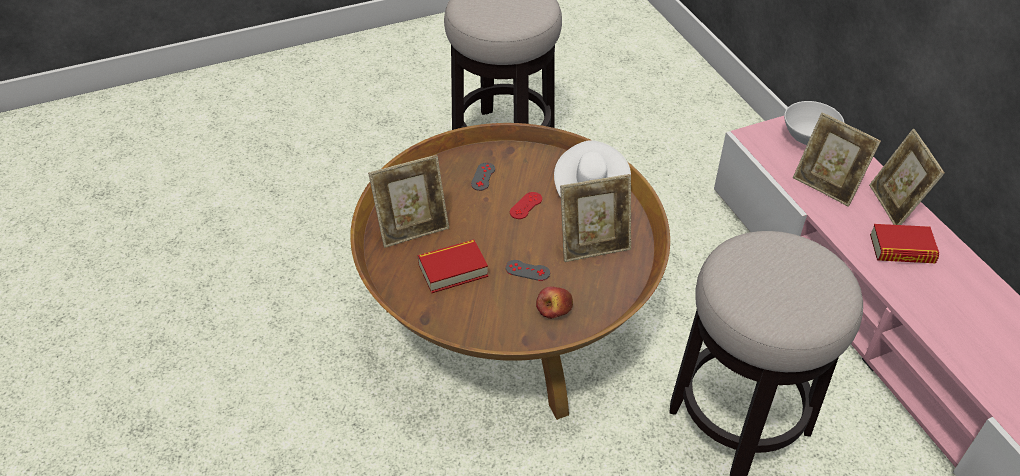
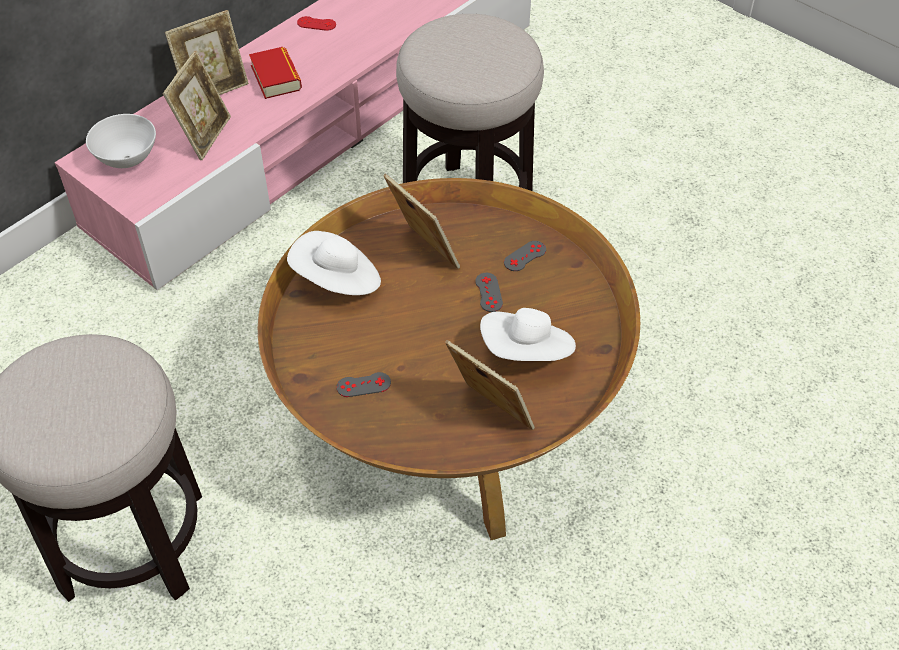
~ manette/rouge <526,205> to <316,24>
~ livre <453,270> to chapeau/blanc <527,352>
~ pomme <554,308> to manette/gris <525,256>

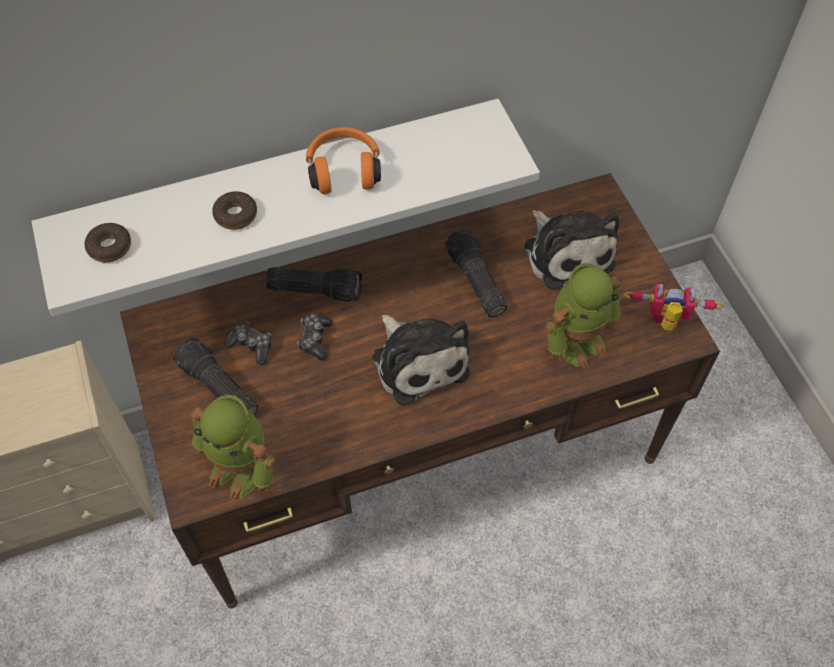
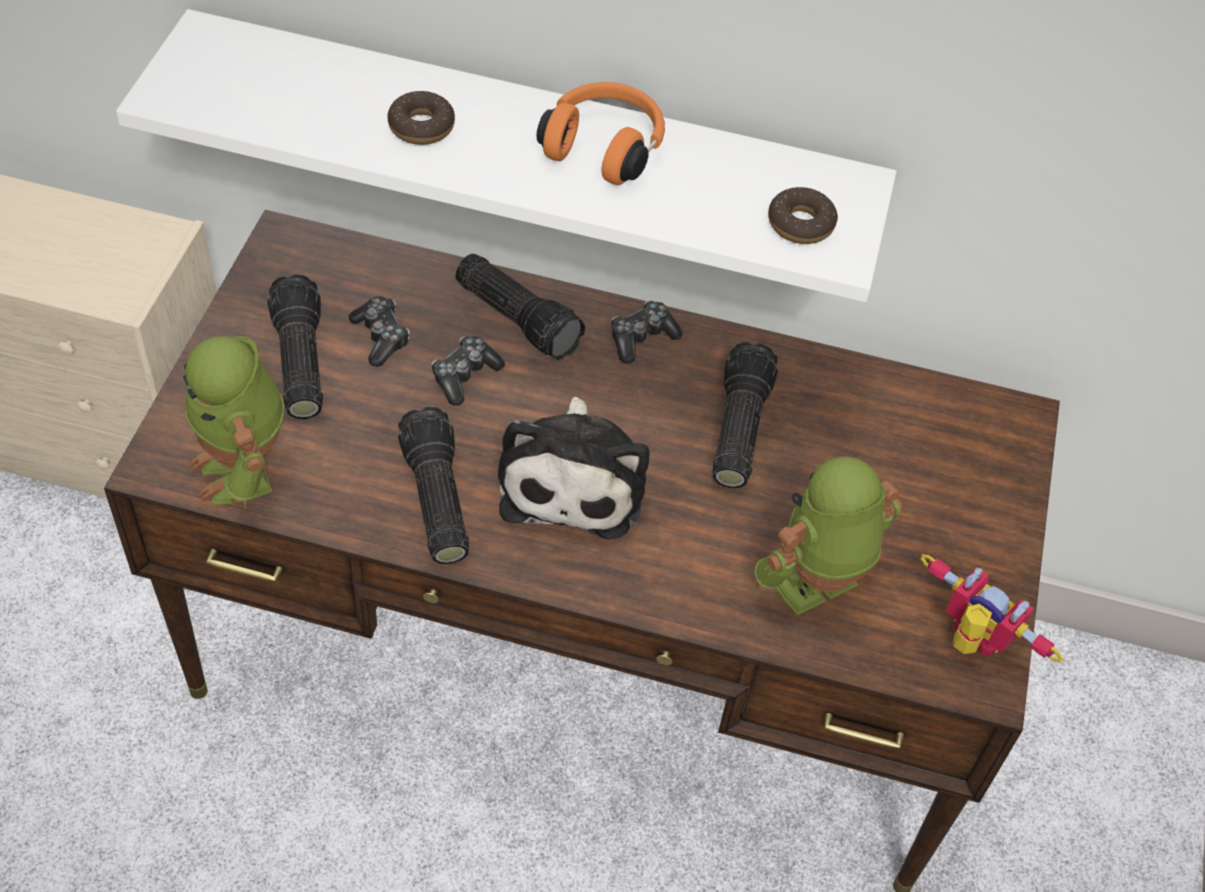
+ lampe de poche <433,499>
+ manette <642,338>
~ robot jouet <576,340> = <815,586> 150 degrees clockwise
~ beignet <110,247> to <800,224>
- peluche <566,252>

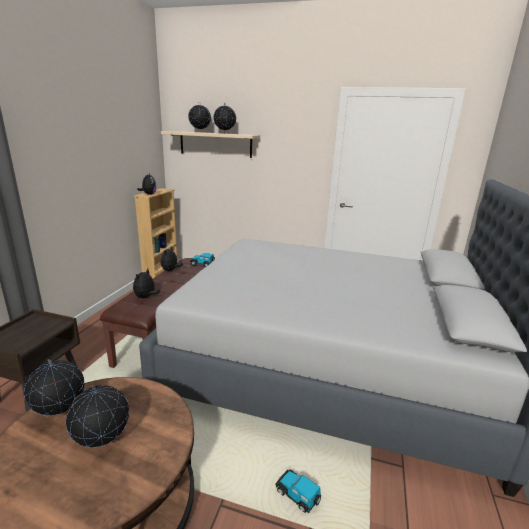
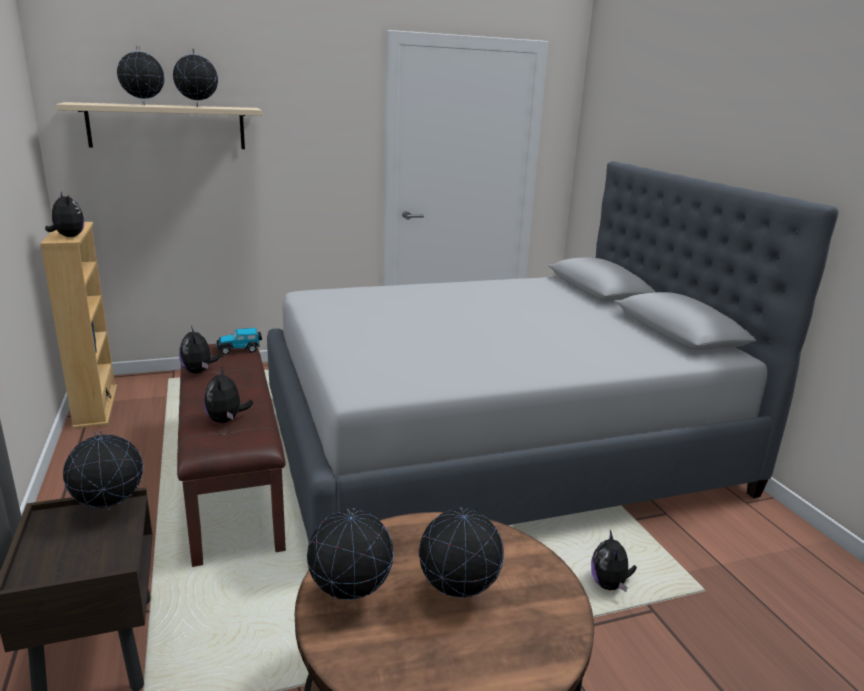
+ globe <110,509>
~ petite voiture <298,495> to peluche <609,585>

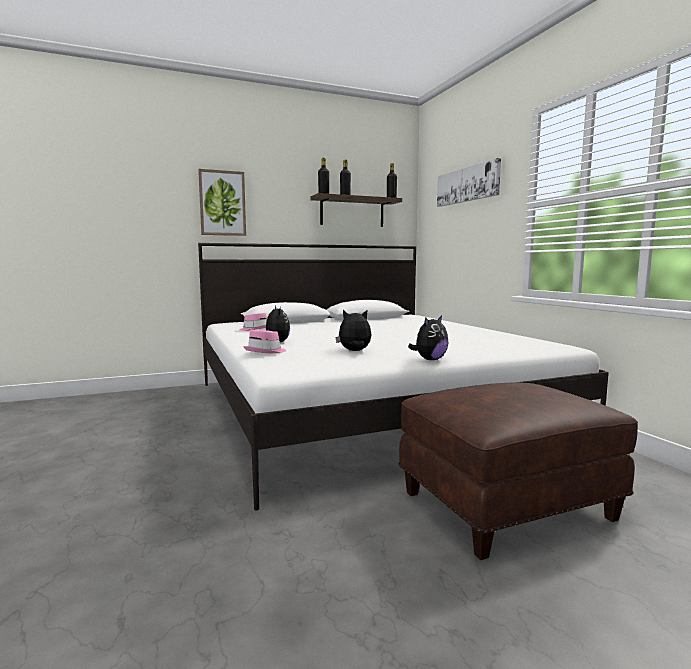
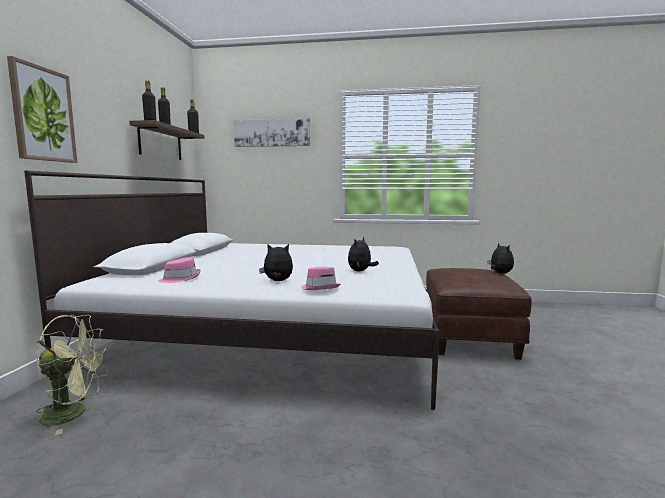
+ ventilateur/vert <74,413>
~ peluche <429,359> to <500,273>

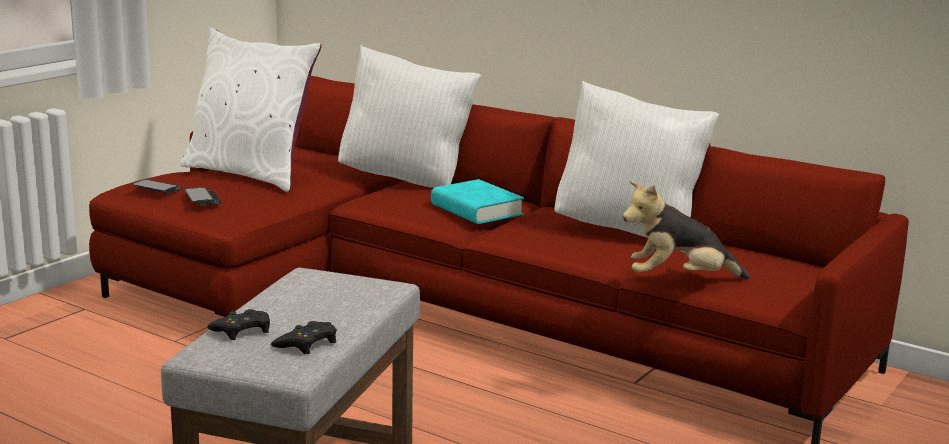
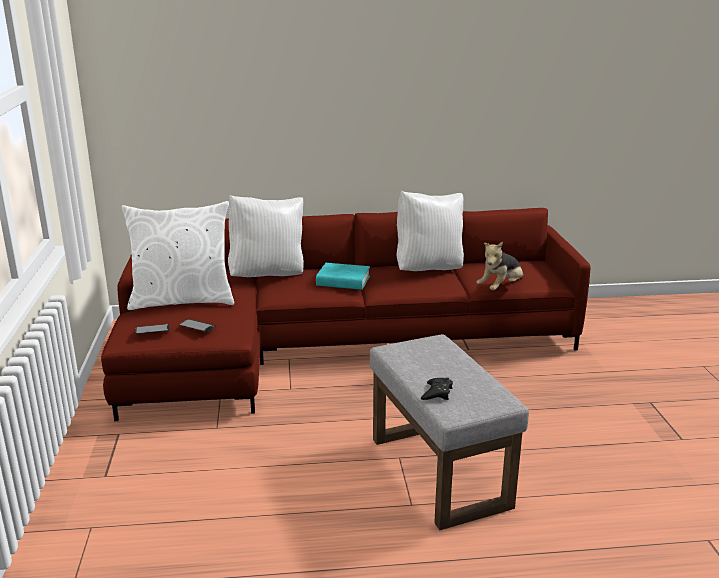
- manette/noir <307,344>

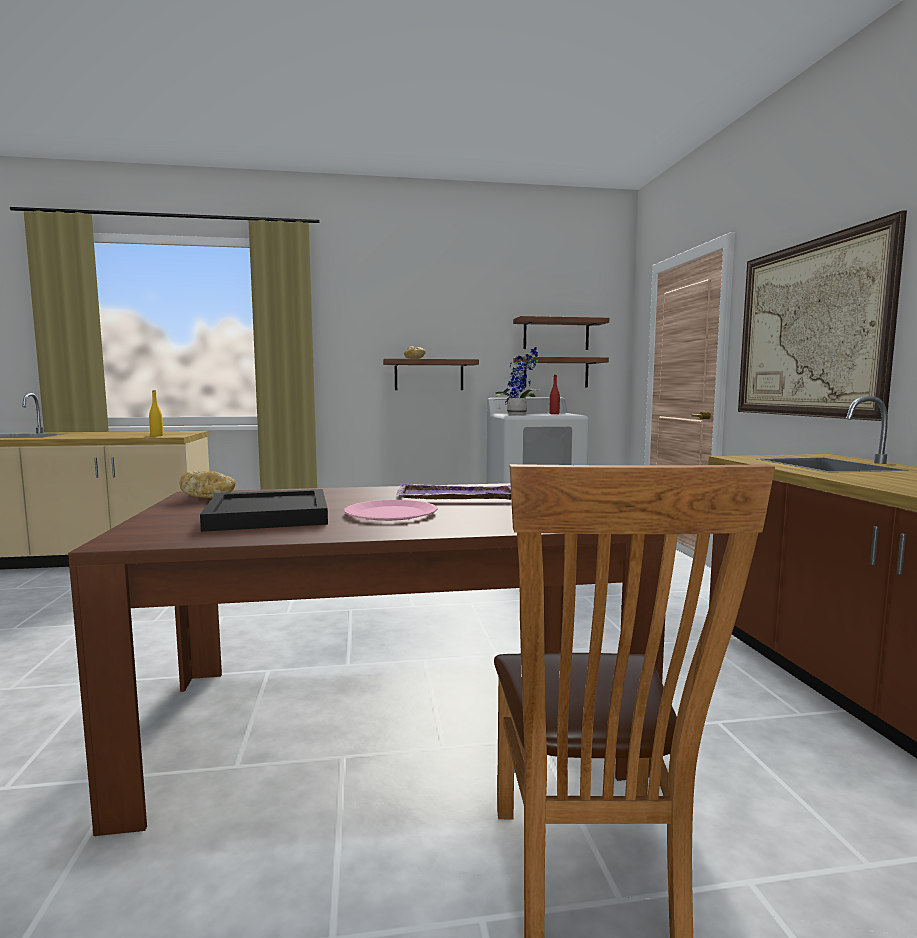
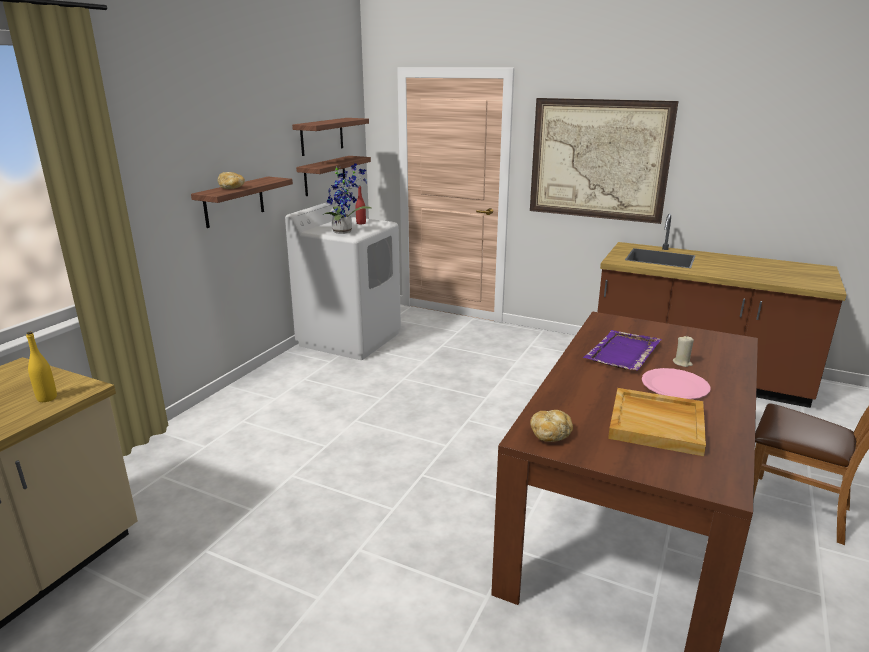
~ plateau/noir <269,515> to plateau/beige <657,424>
+ bougie/beige <682,363>

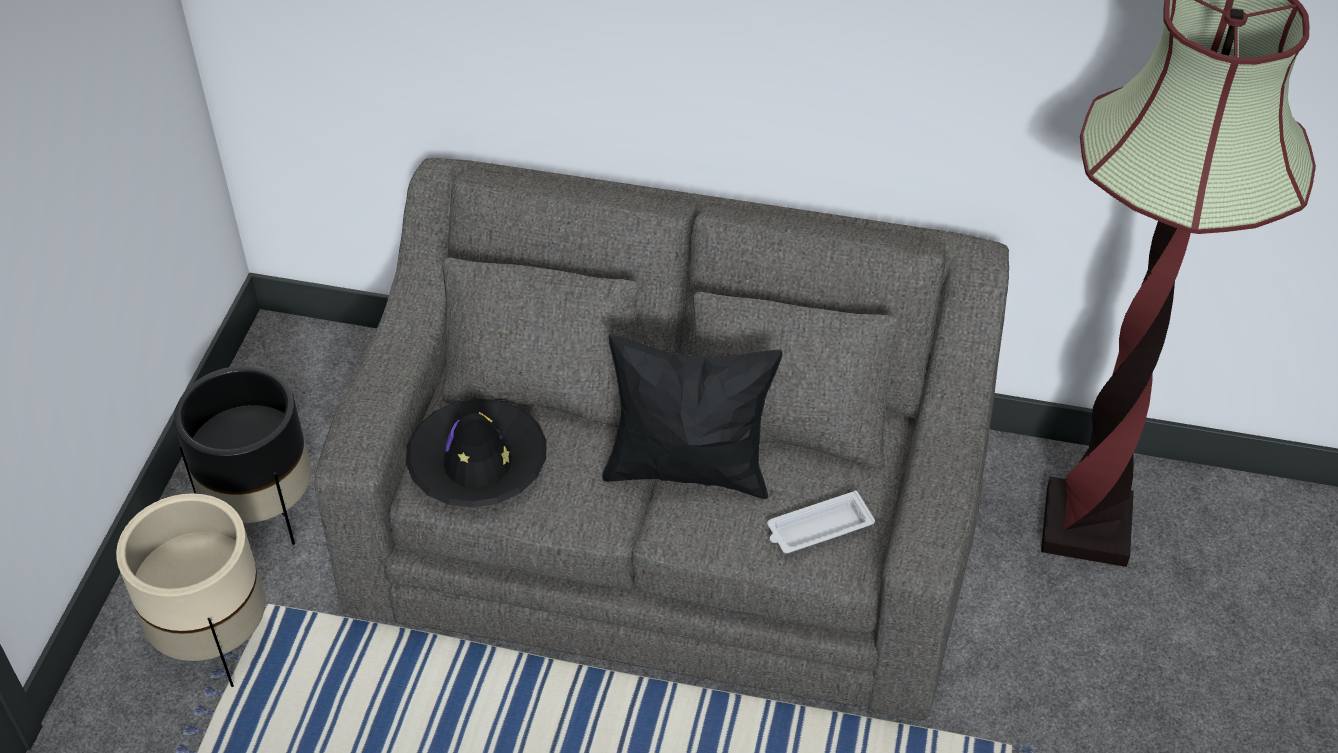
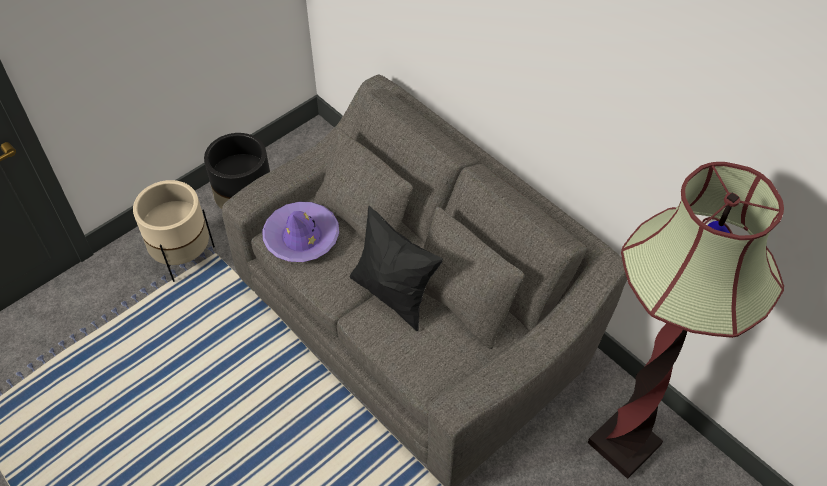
~ chapeau/noir <477,464> to chapeau/violet <301,237>
- plateau/blanc <818,528>

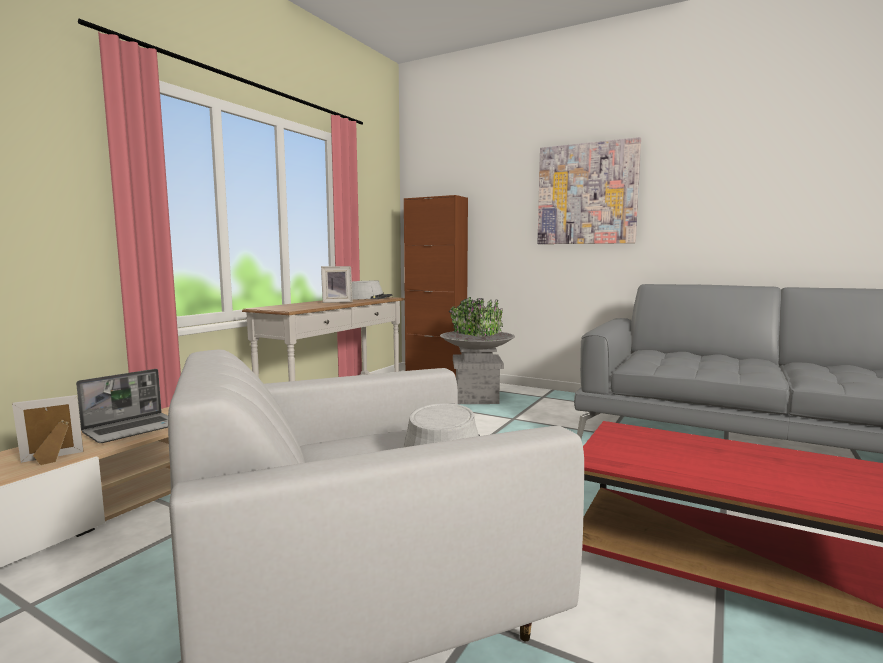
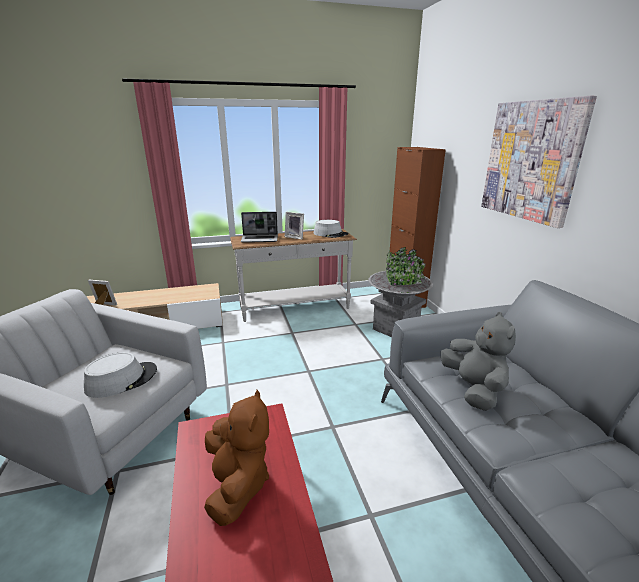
+ peluche/marron <237,485>
~ ordinateur portable <133,429> to <260,239>
+ peluche/gris <473,389>

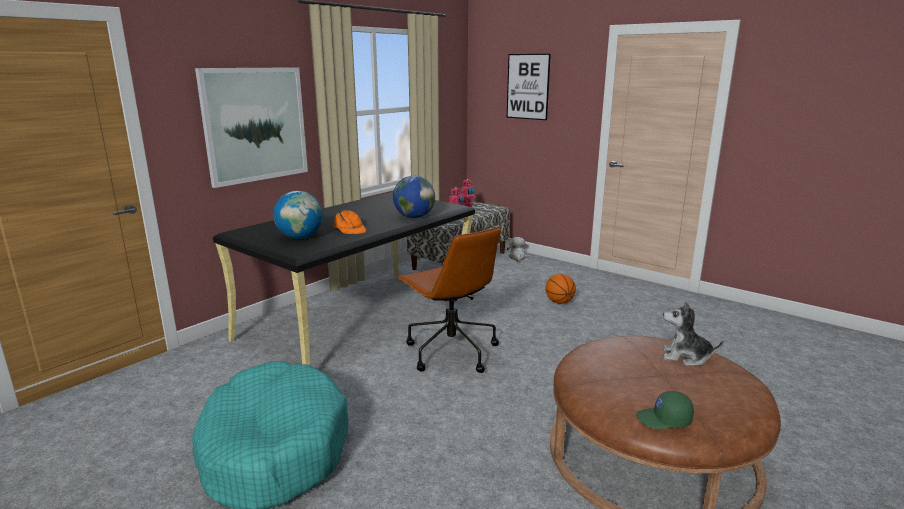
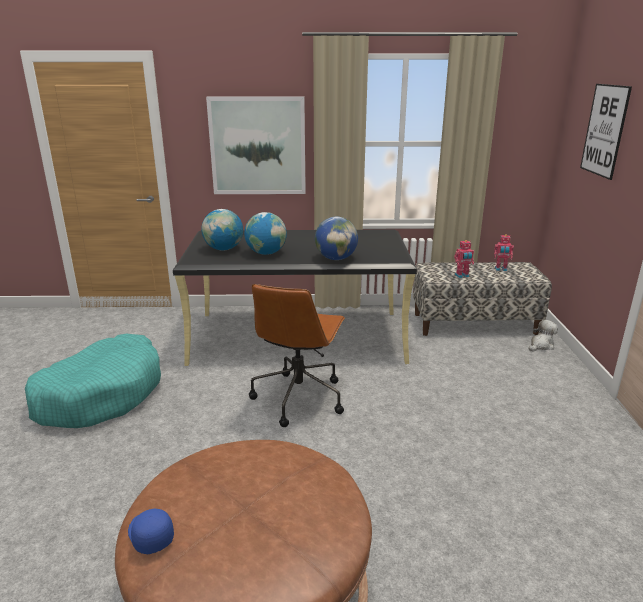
~ casquette/vert <664,420> to casquette/bleu <149,535>
~ casquette/orange <349,229> to globe <266,253>
- ballon de basket <559,302>
- peluche <685,357>

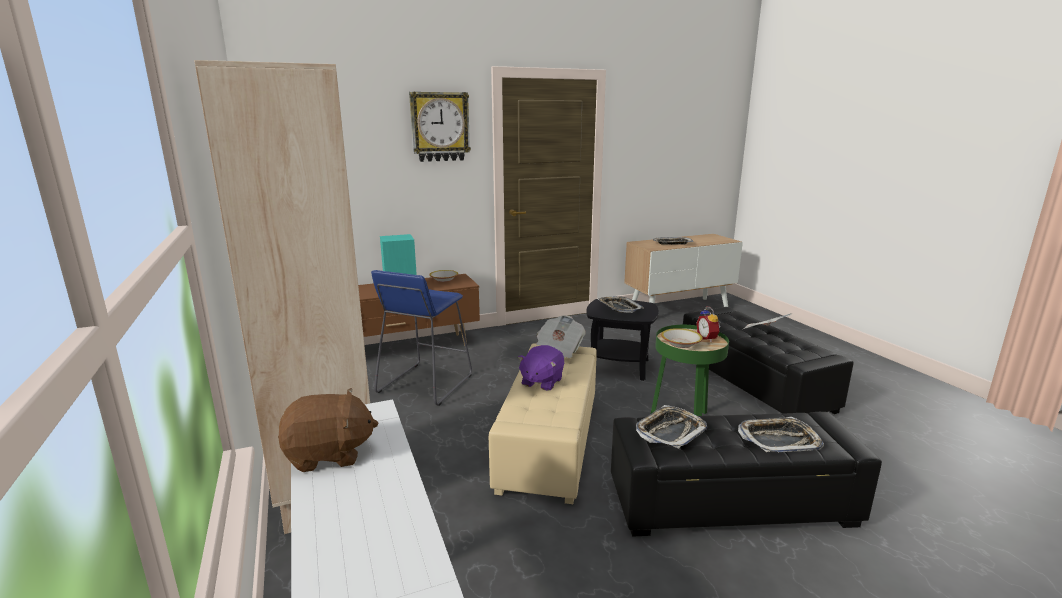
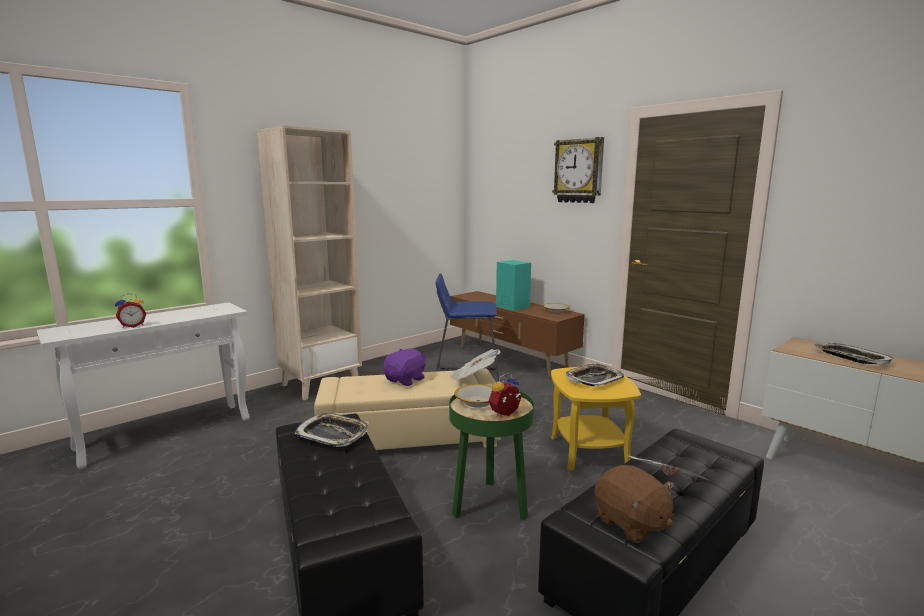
+ réveil <132,326>
~ peluche/violet <541,382> = <406,380> 120 degrees clockwise
~ table d'appoint/noir <619,367> to table d'appoint/jaune <589,452>
~ peluche/marron <329,454> to <631,523>
- plateau <779,440>

